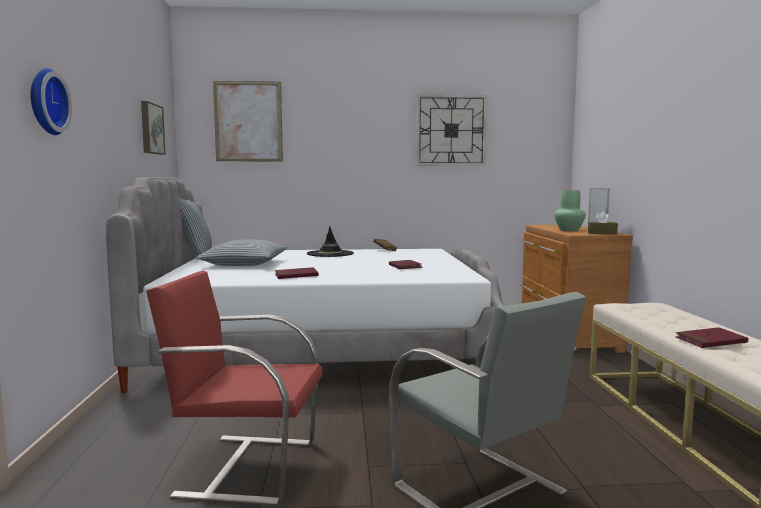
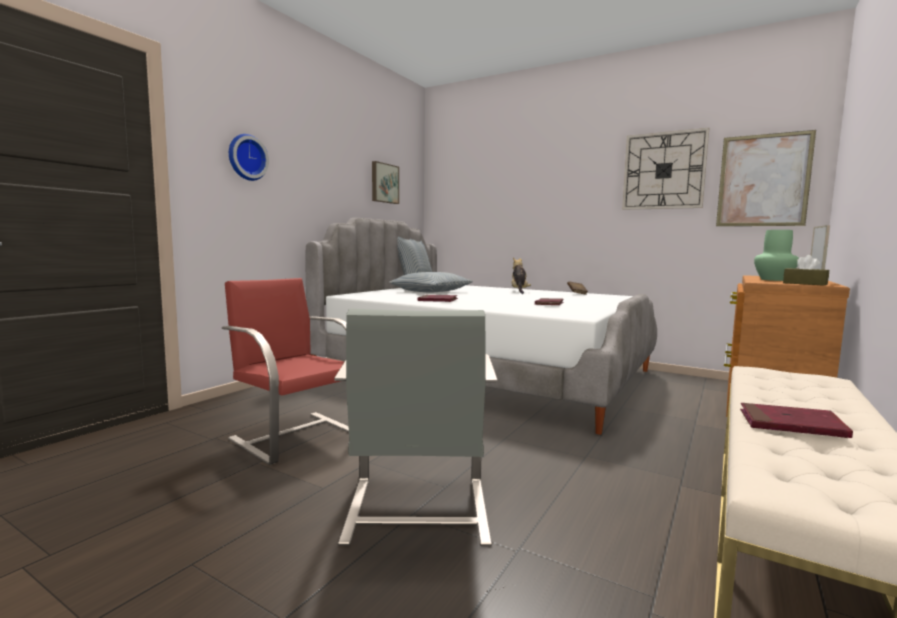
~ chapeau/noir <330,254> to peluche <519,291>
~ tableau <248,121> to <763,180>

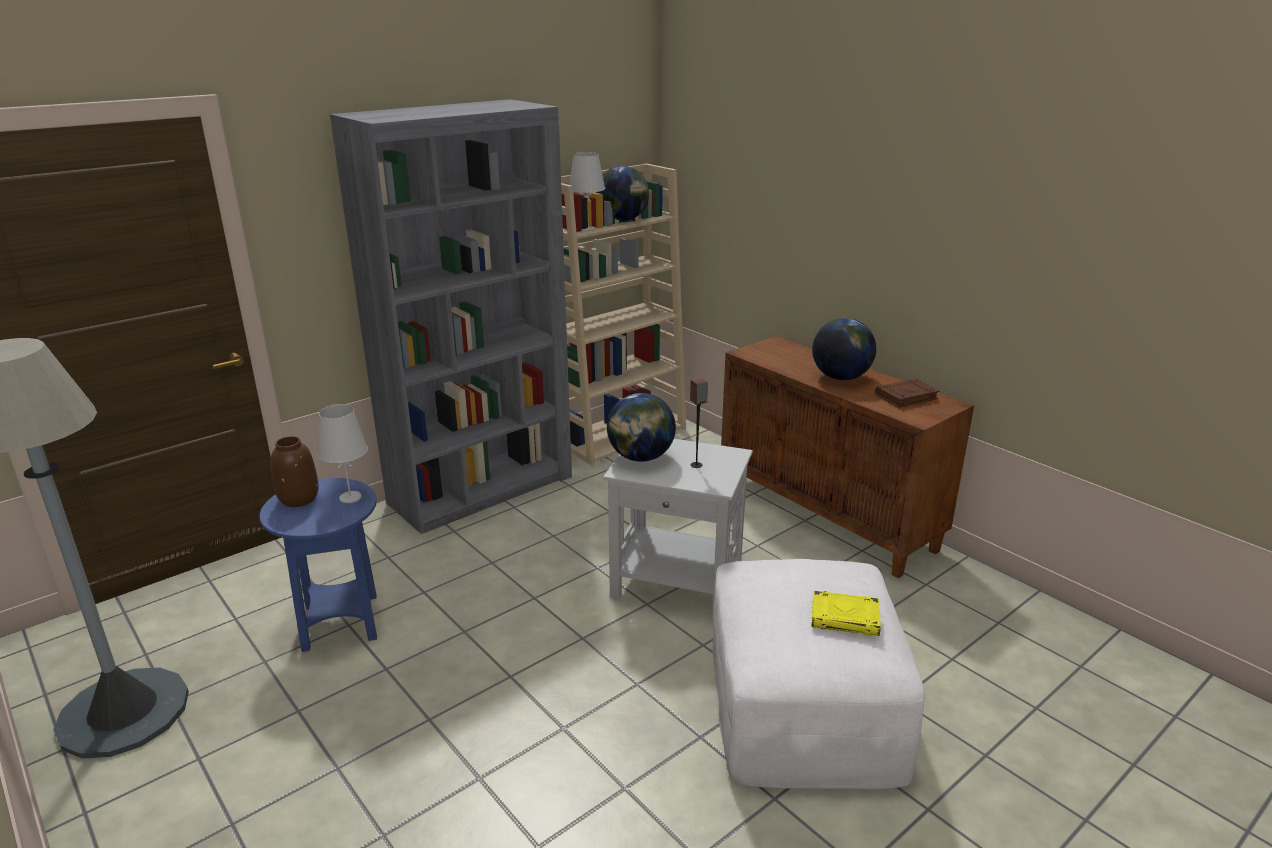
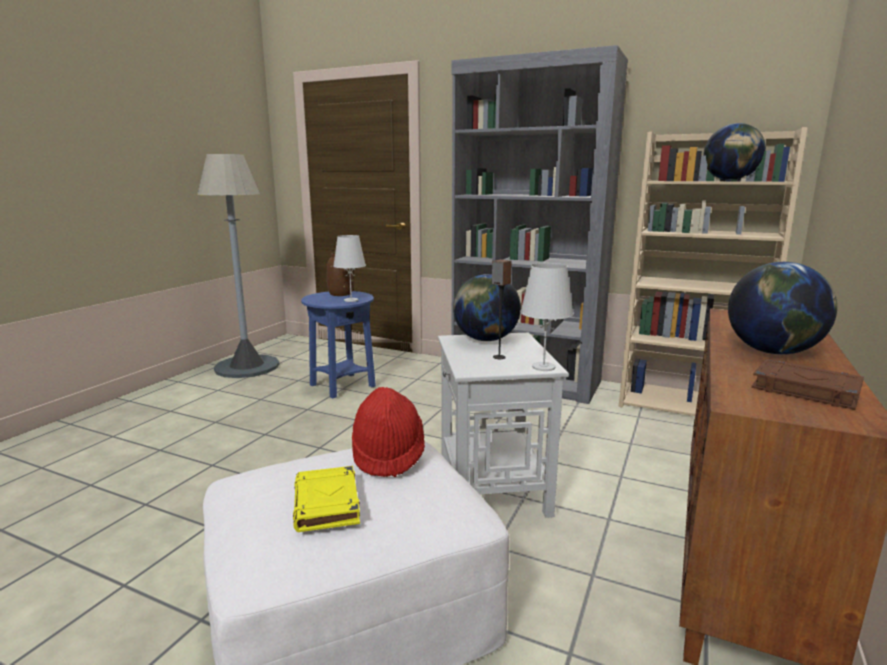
+ chapeau/rouge <388,454>
~ lampe de table/blanc <588,229> to <544,367>

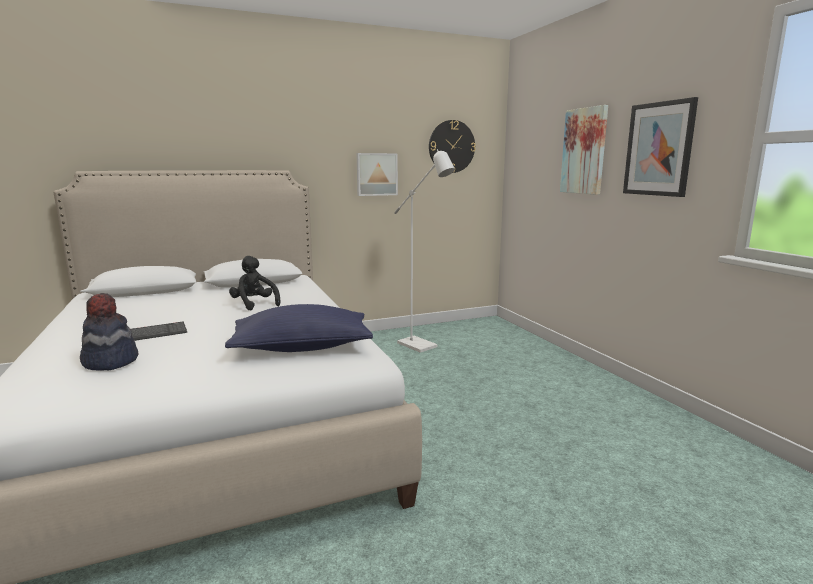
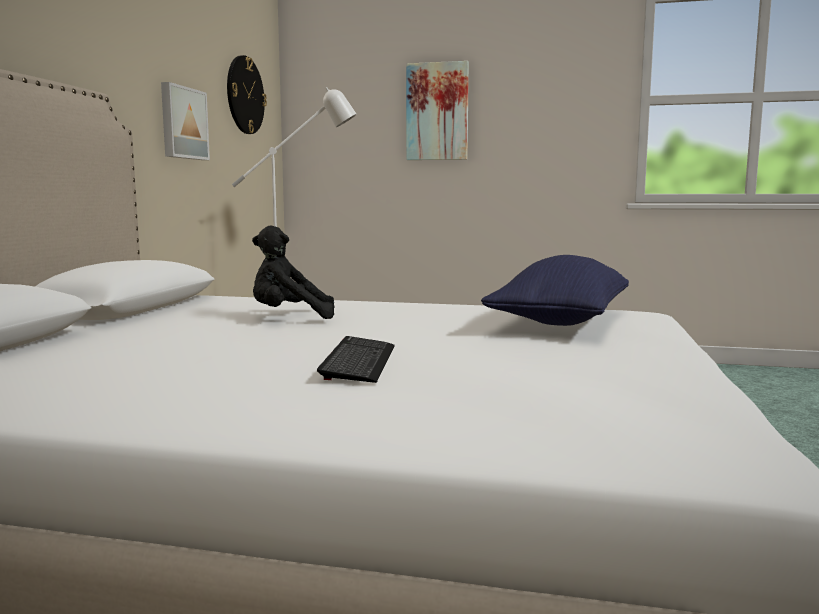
- chapeau <110,361>
- tableau <658,149>

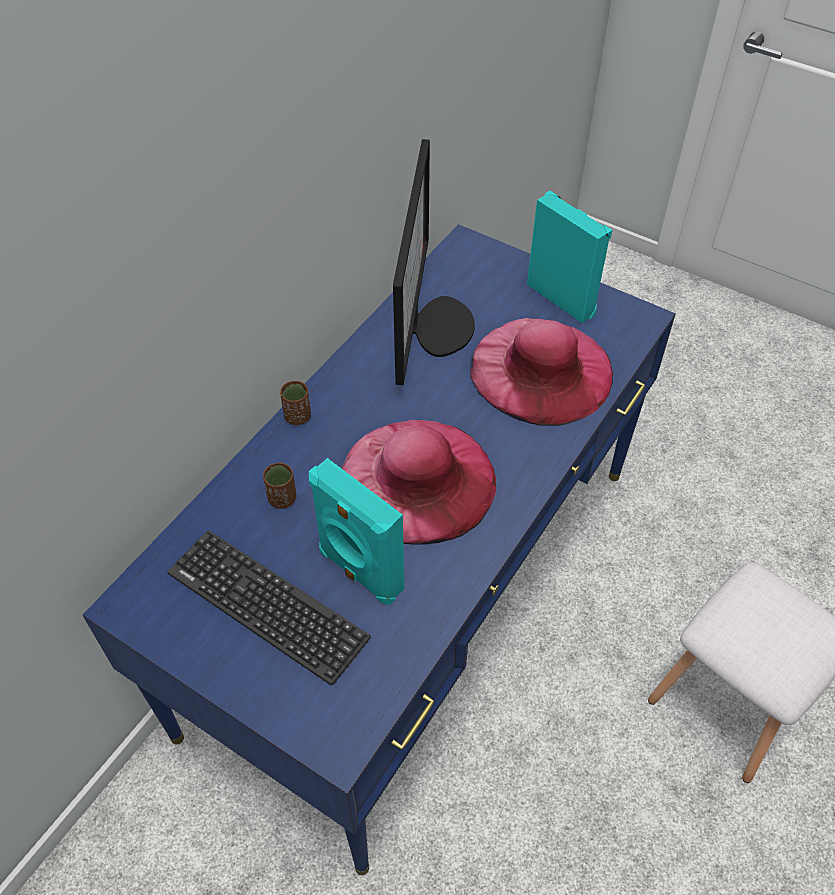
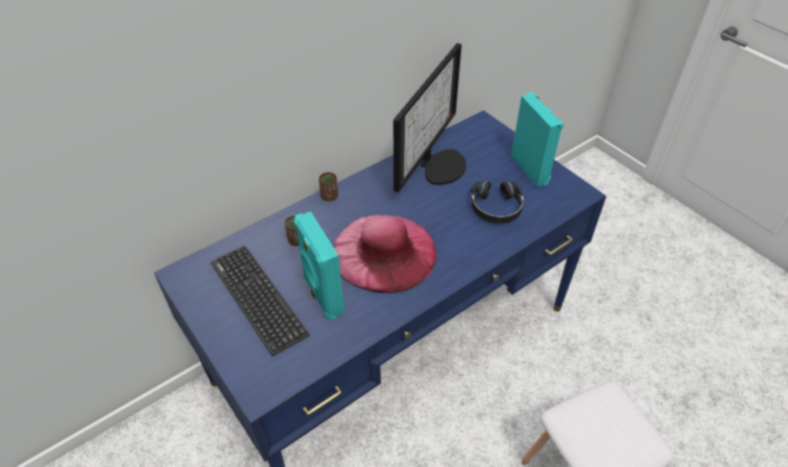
~ chapeau/rose <541,370> to casque audio/noir <496,208>

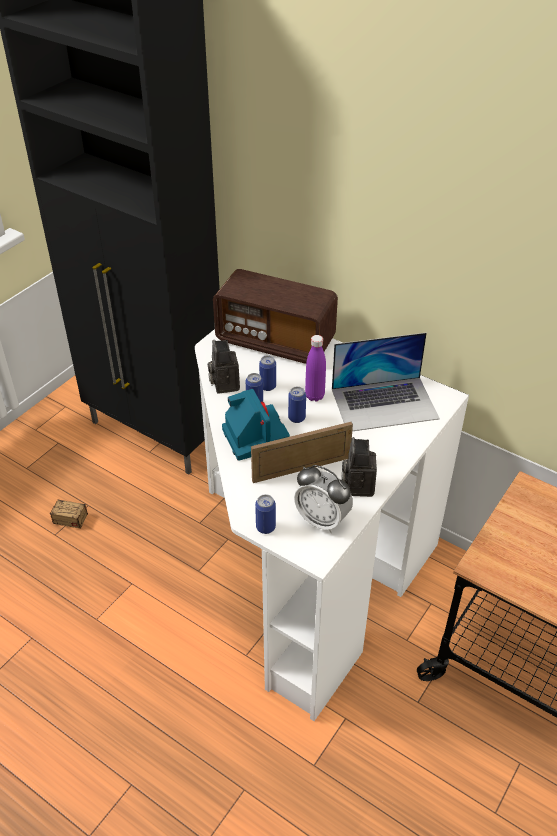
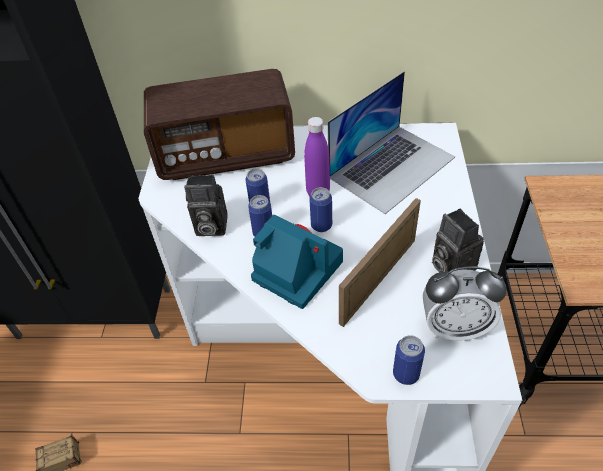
~ appareil photo <224,384> = <209,227> 45 degrees counterclockwise

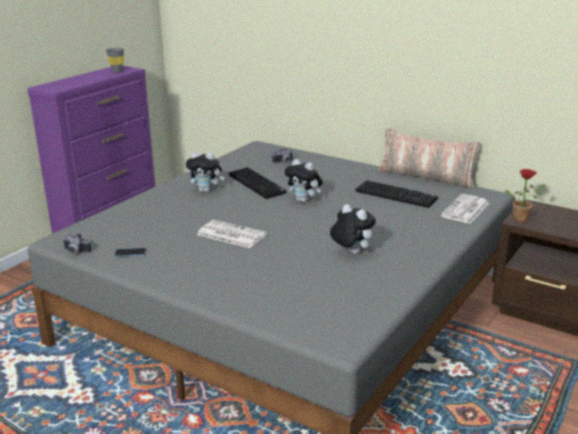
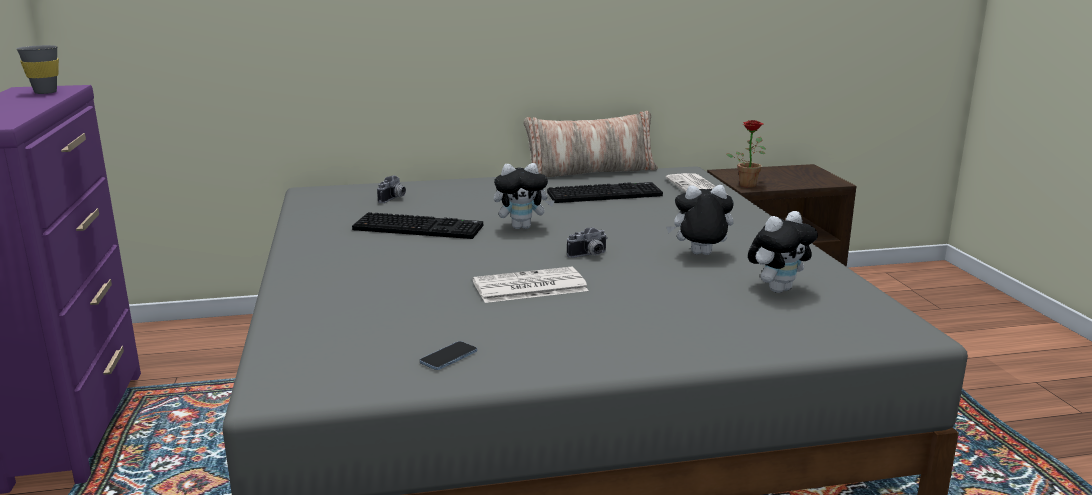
~ appareil photo <75,252> to <589,255>
~ peluche <206,190> to <778,289>

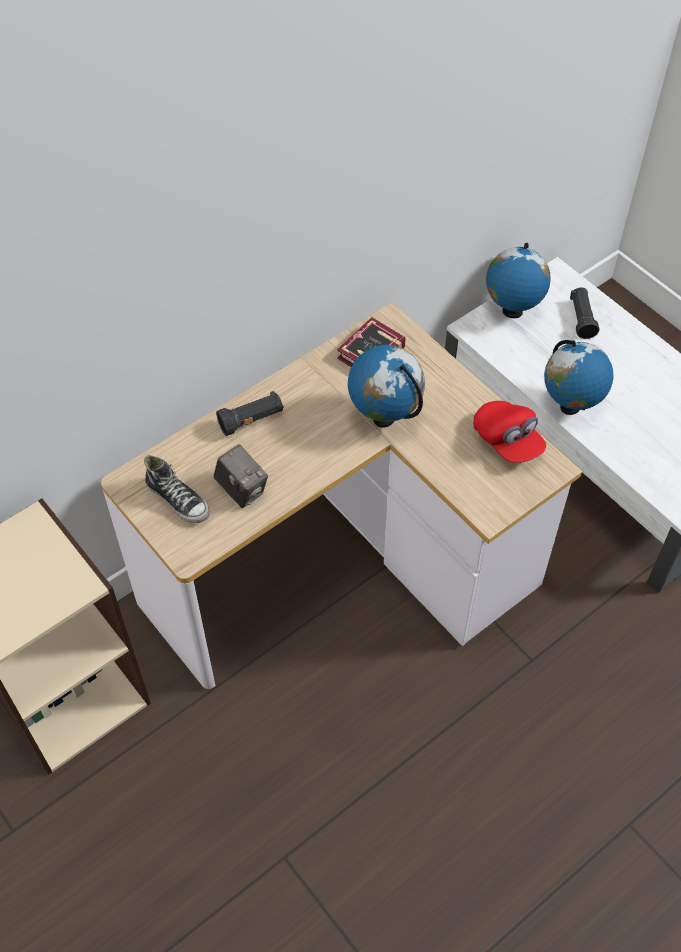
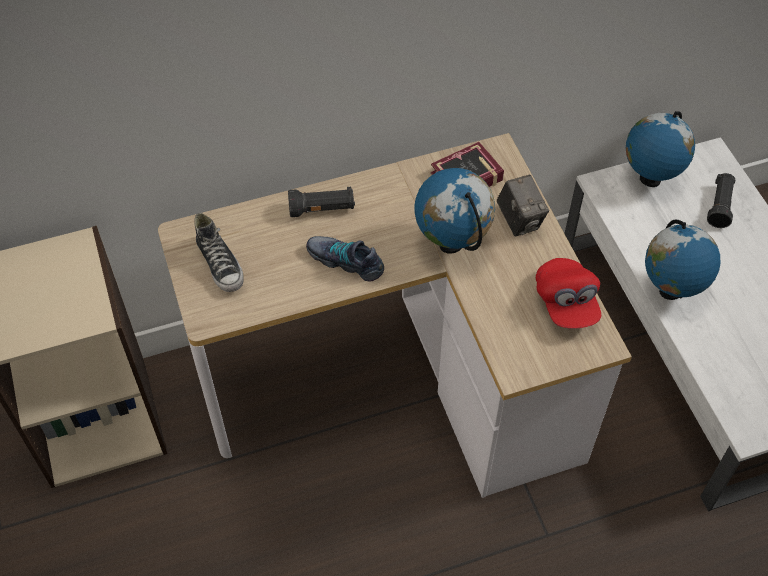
+ chaussure <346,261>
~ appareil photo <242,490> to <519,220>

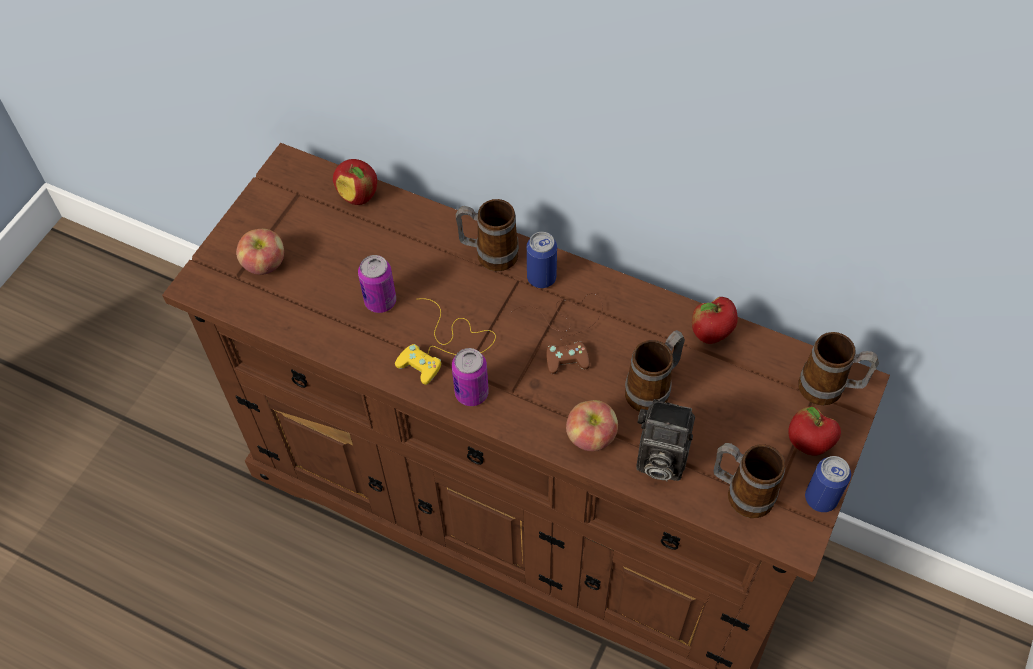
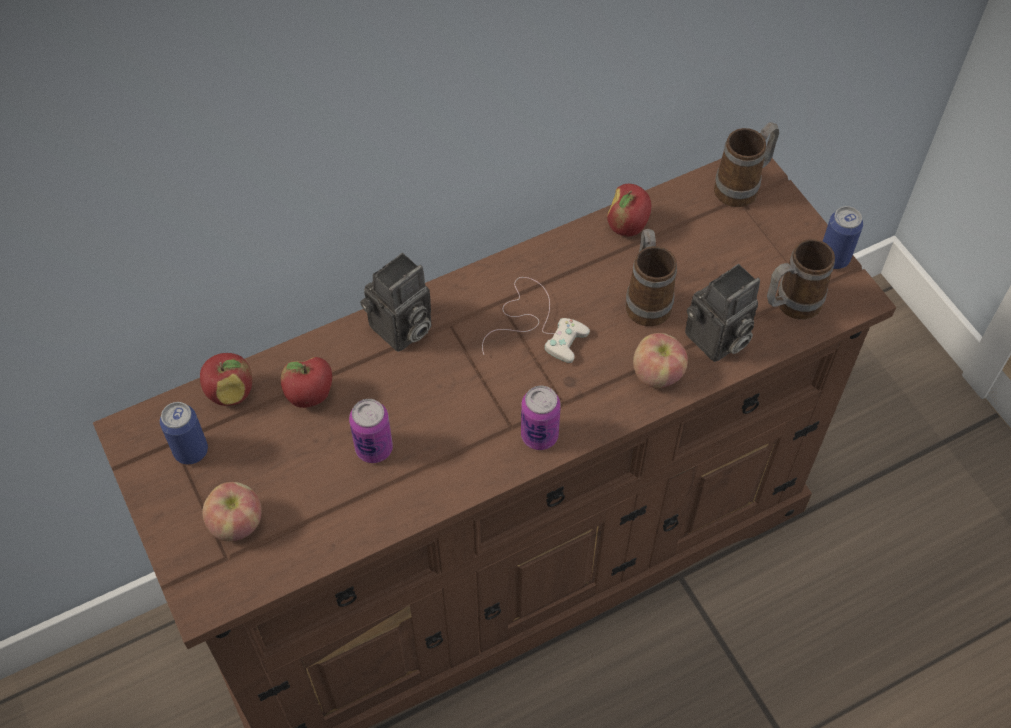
~ boîte métallique <541,278> to <191,451>
~ pomme <807,444> to <310,397>
~ mug <488,254> to appareil photo <401,330>
~ manette/marron <567,330> to manette/blanc <536,323>
- manette/jaune <445,345>

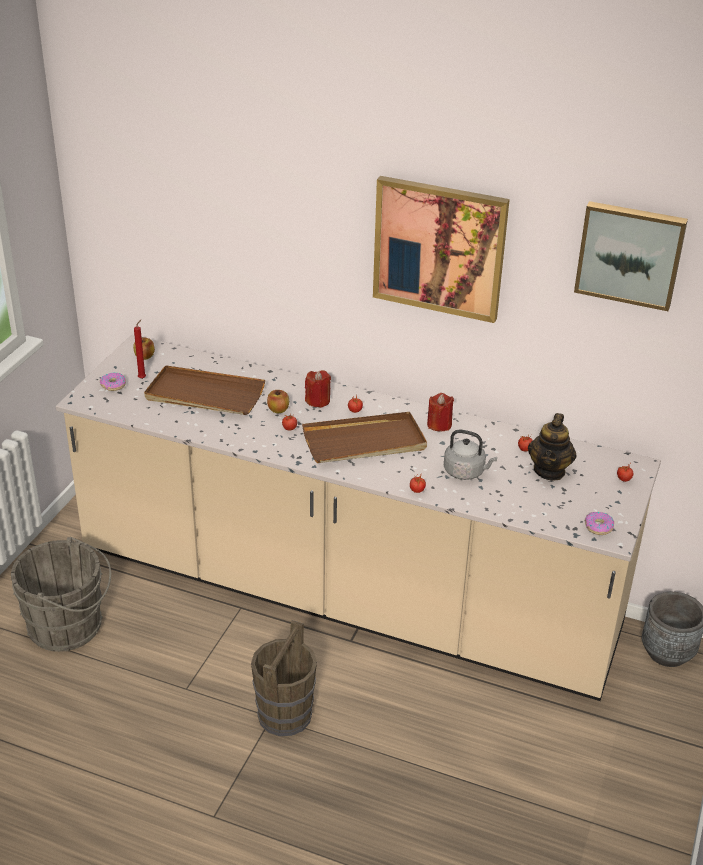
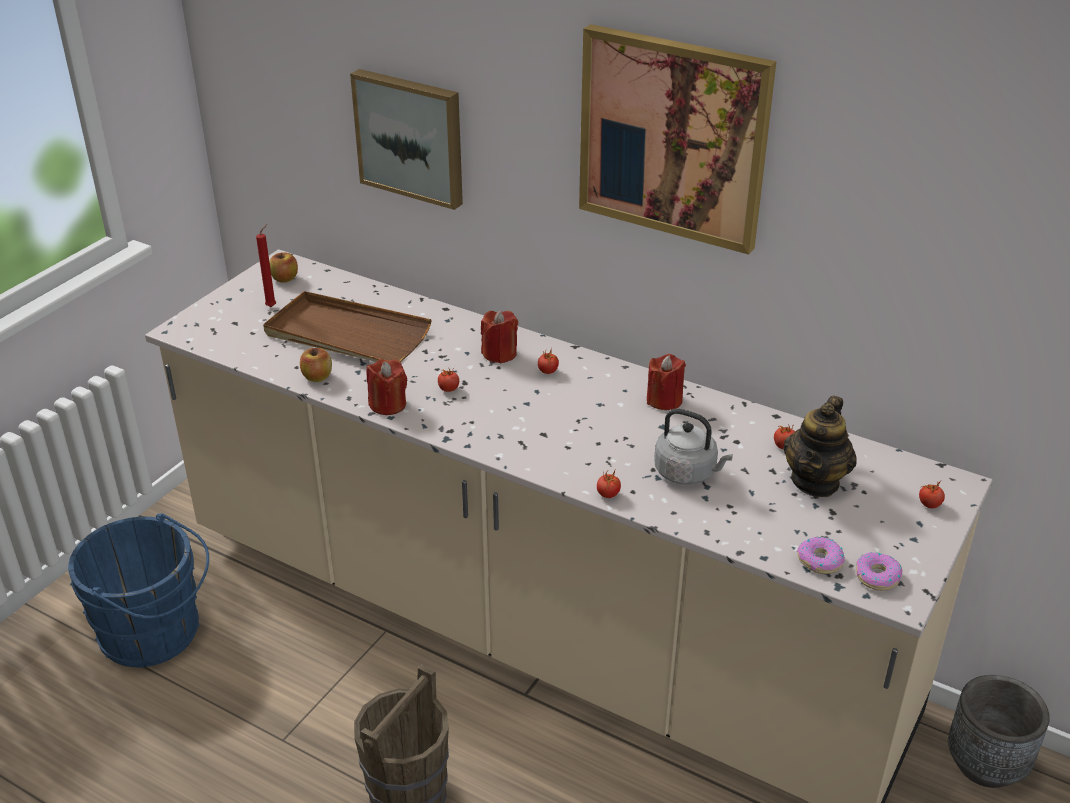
~ seau/gris <70,627> to seau/bleu <155,634>
~ pomme <278,410> to <317,377>
~ tableau <630,254> to <411,137>
+ bougie/rouge <388,404>
~ beignet <113,385> to <820,561>
- plateau/marron <365,442>

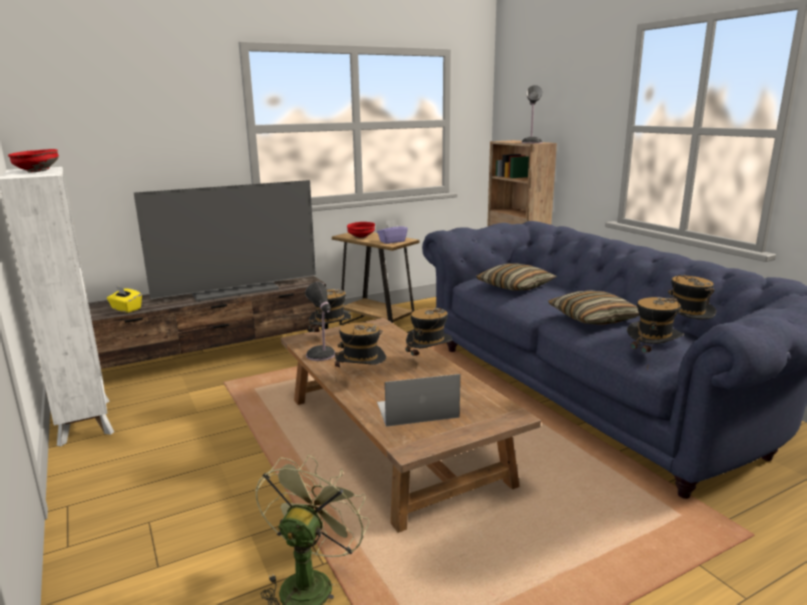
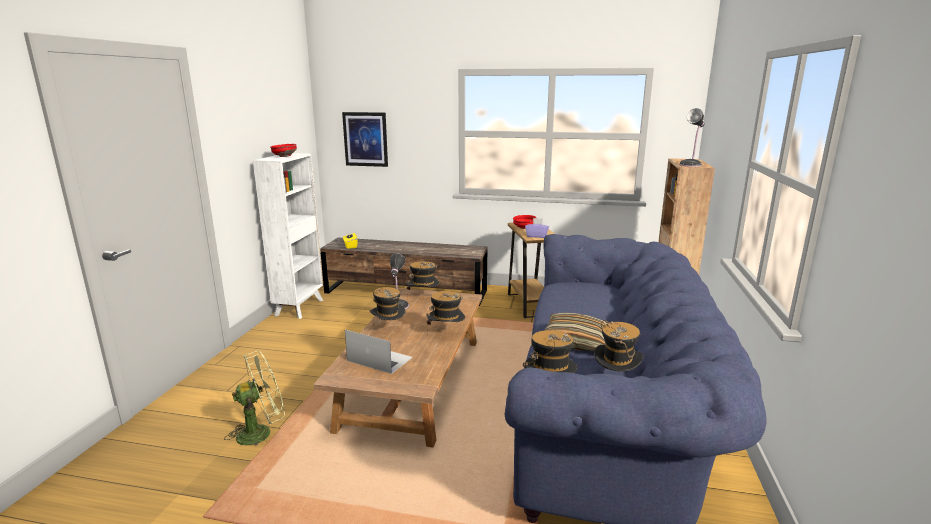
+ tableau <365,139>
- téléviseur <235,290>
- coussin <515,286>

